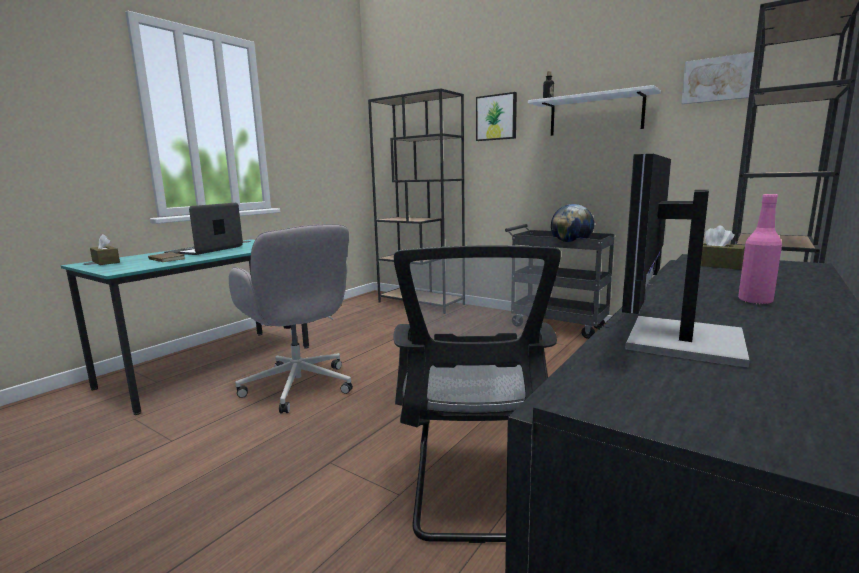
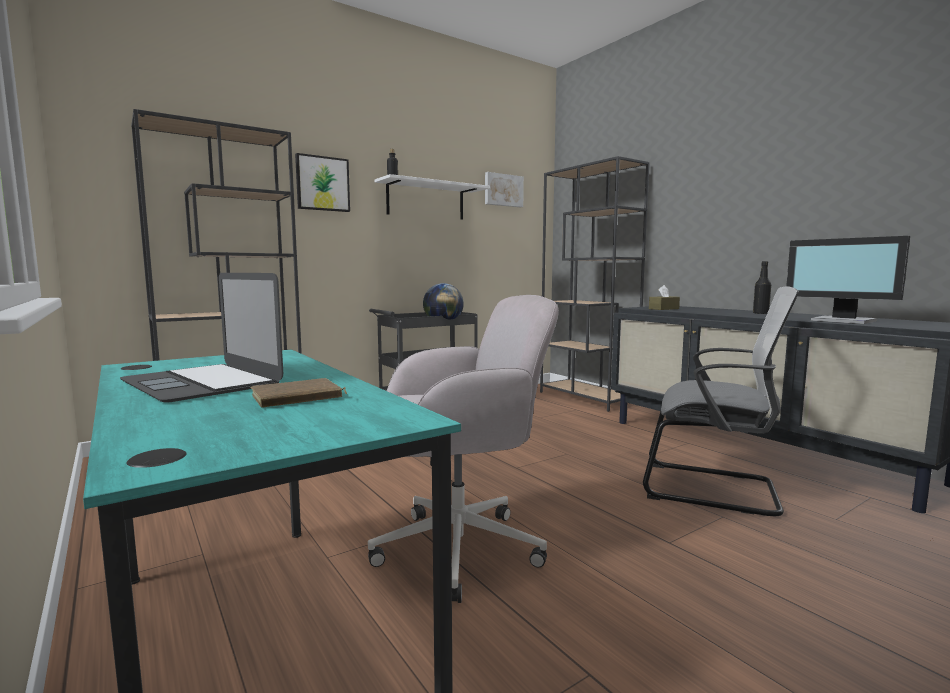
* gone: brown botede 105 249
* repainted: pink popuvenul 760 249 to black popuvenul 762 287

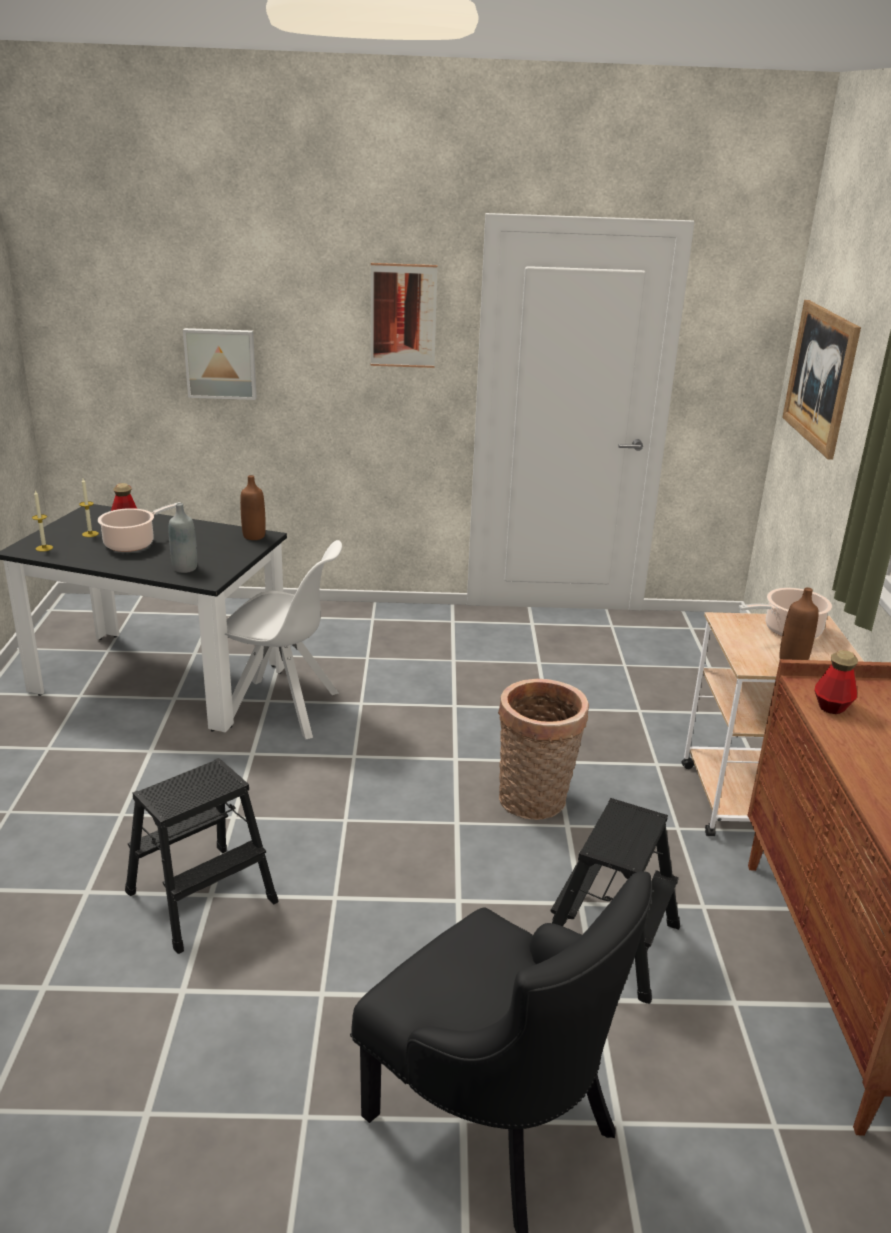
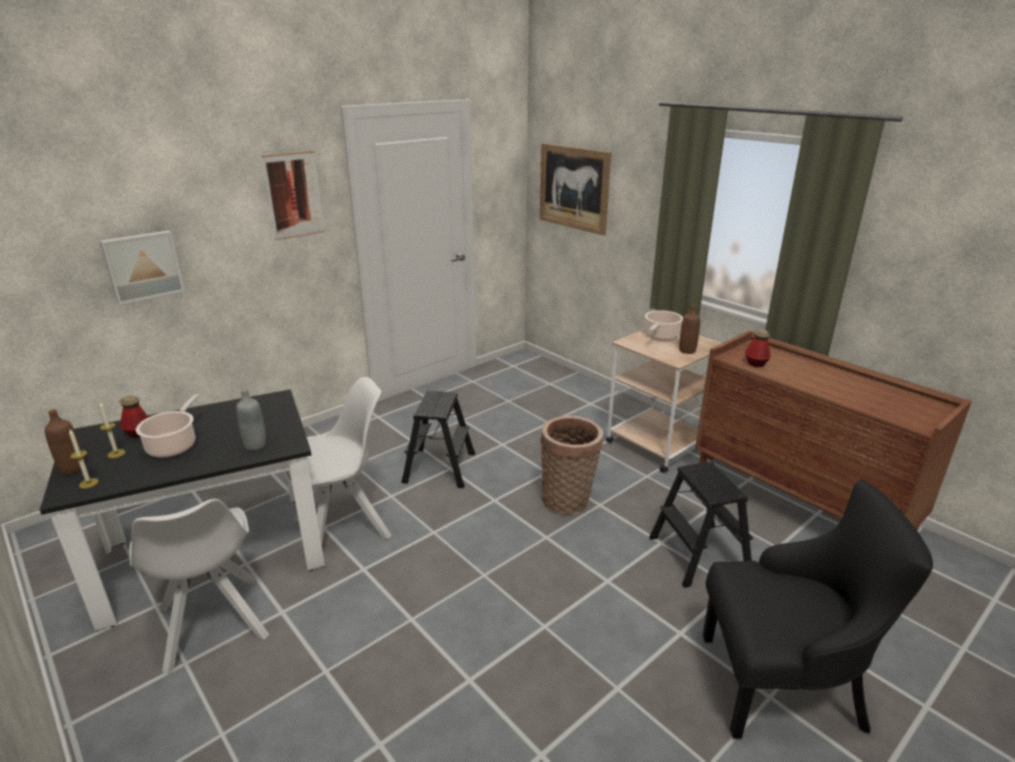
* shifted: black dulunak 202 856 to 438 439
* shifted: brown popuvenul 253 507 to 65 441
* new: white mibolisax 199 586

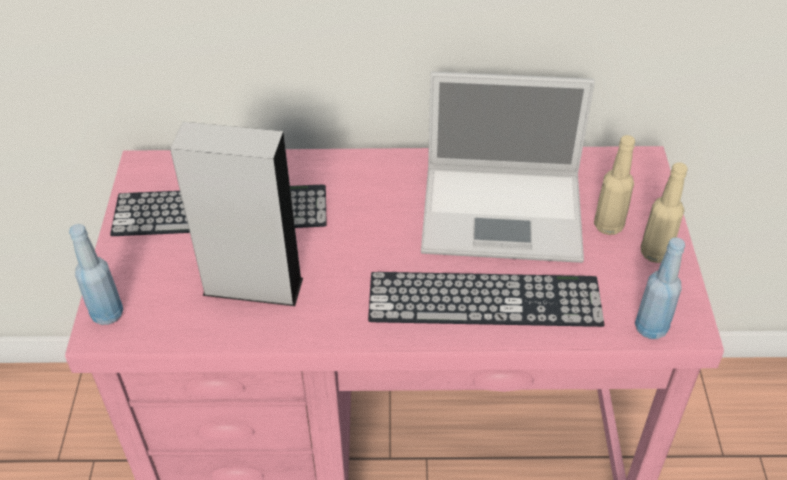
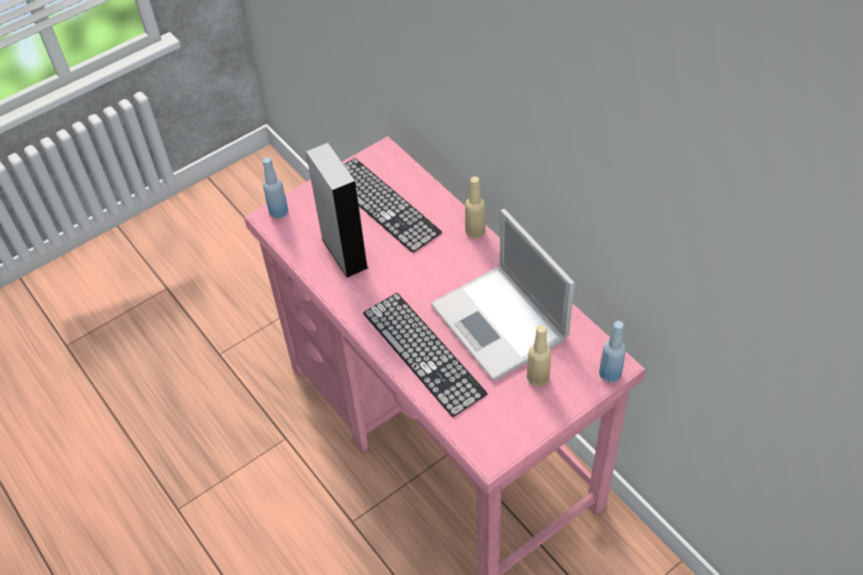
* shifted: blue popuvenul 660 288 to 612 351
* shifted: beige popuvenul 664 212 to 475 207

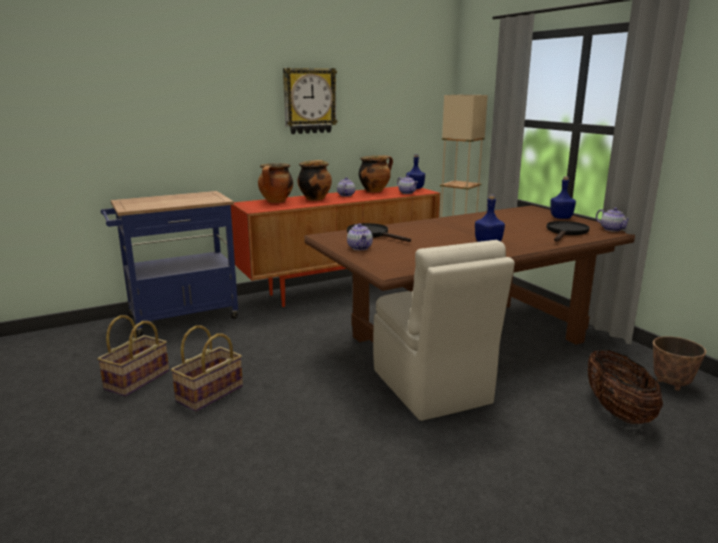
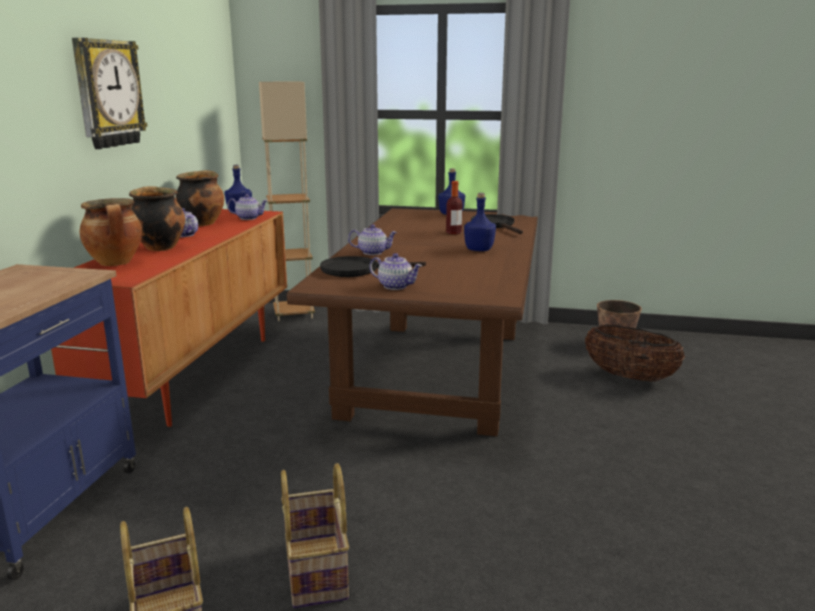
* gone: beige mibolisax 444 330
* shifted: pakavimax 612 220 to 372 239
* new: popuvenul 454 207

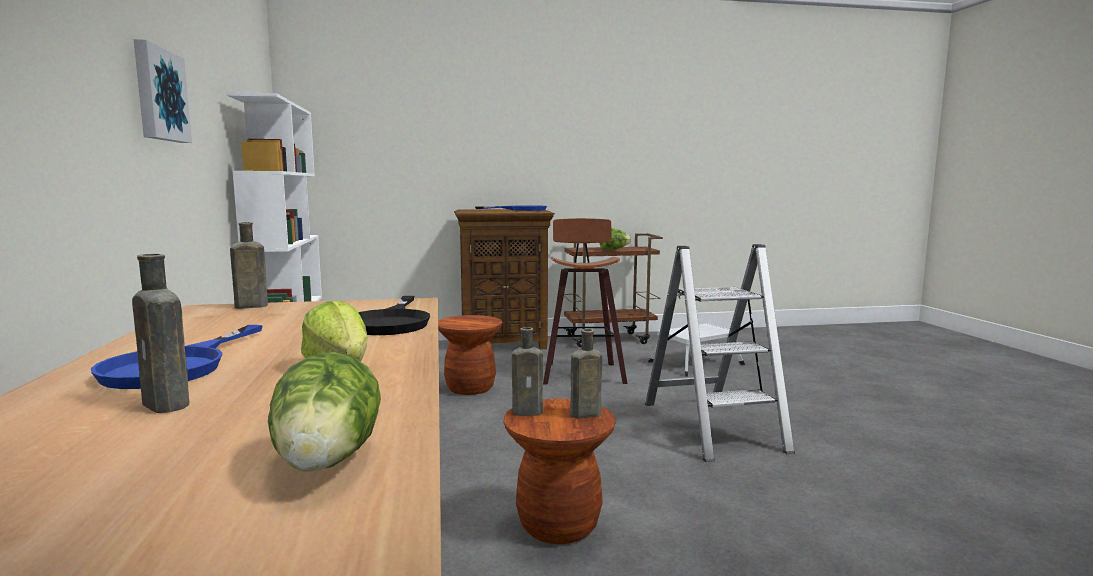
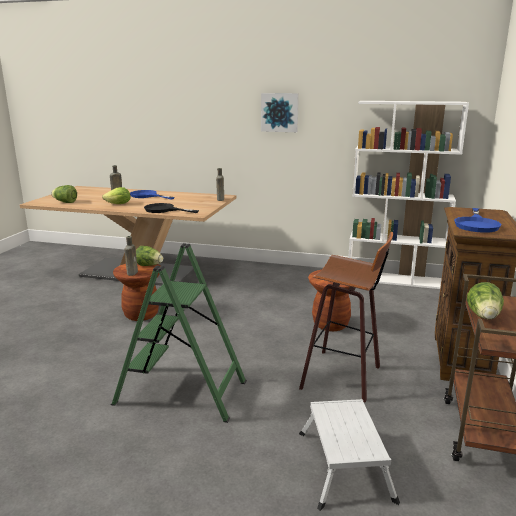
* swapped: brown popuvenul 527 371 to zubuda 149 256
* repainted: grey dulunak 720 353 to green dulunak 179 333

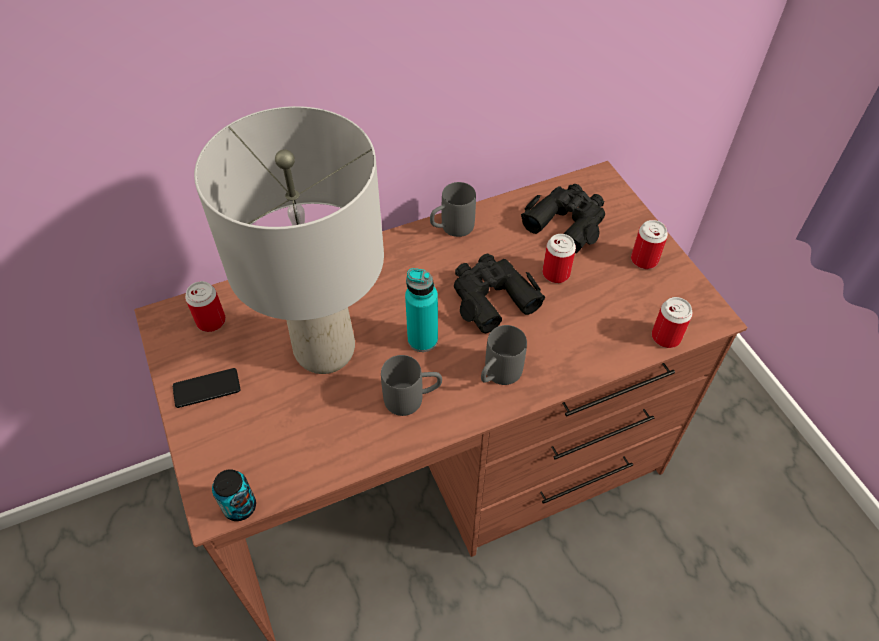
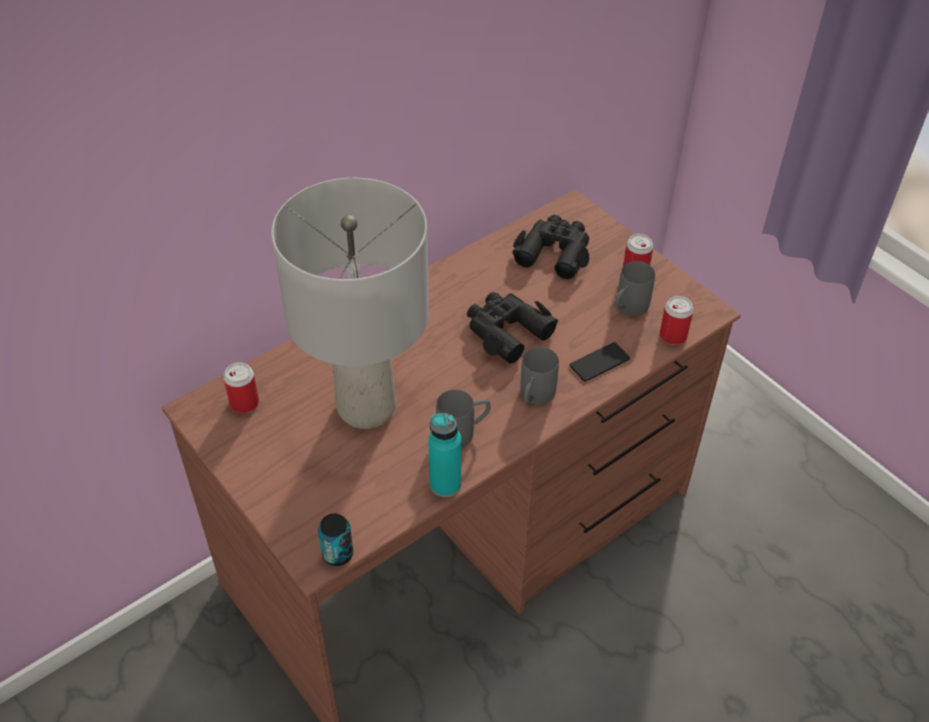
* shifted: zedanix 206 388 to 600 361
* shifted: turquoise popuvenul 421 310 to 445 455
* shifted: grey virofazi 453 209 to 635 288
* gone: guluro 559 258

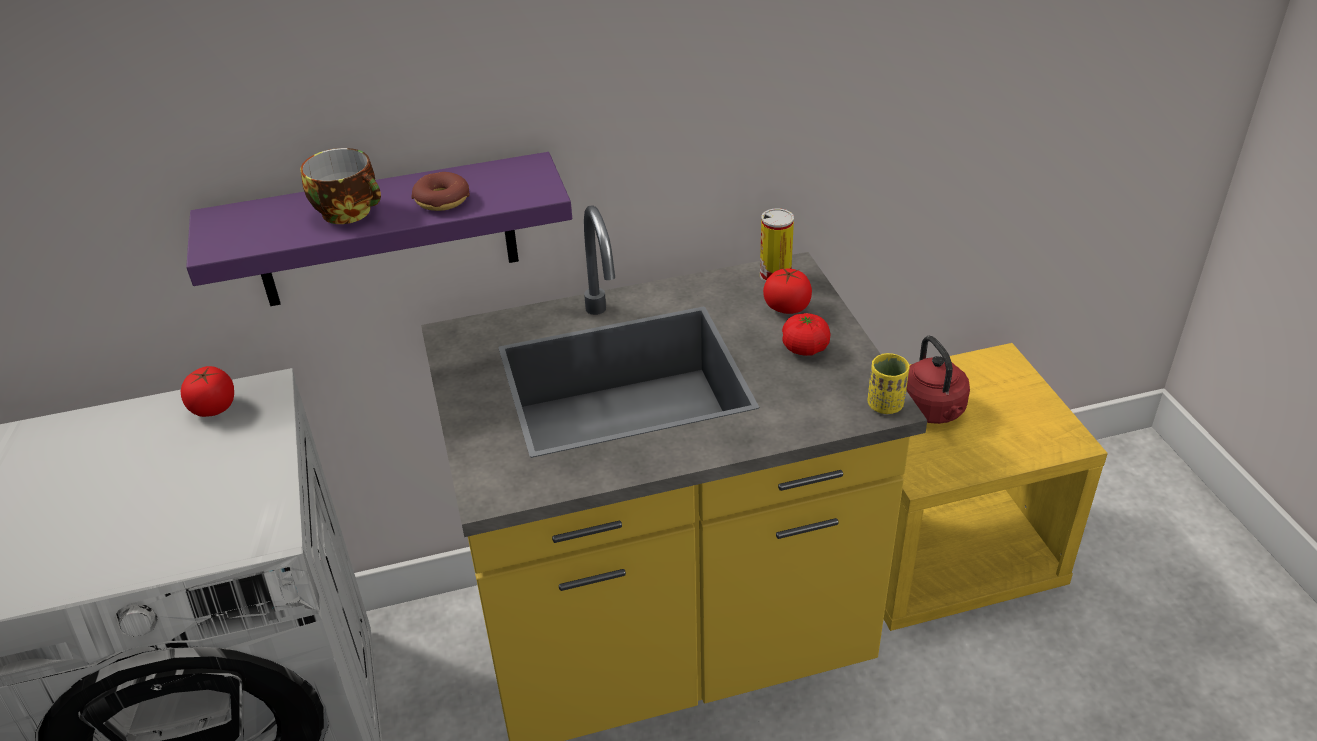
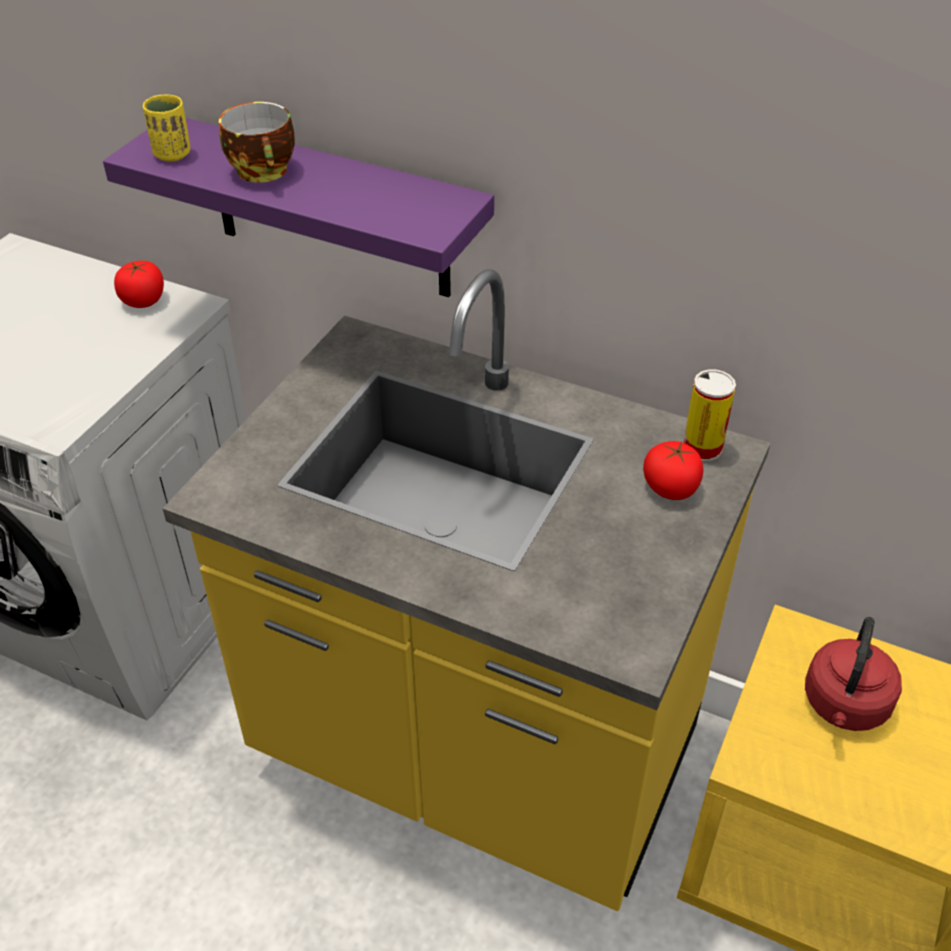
* gone: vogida 440 191
* gone: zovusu 806 334
* shifted: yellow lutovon 888 383 to 167 128

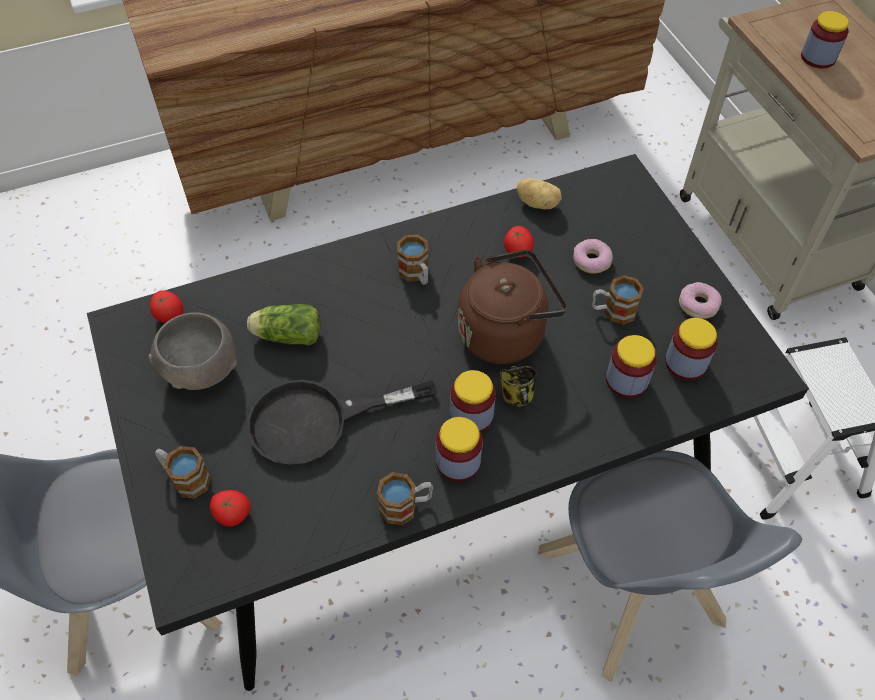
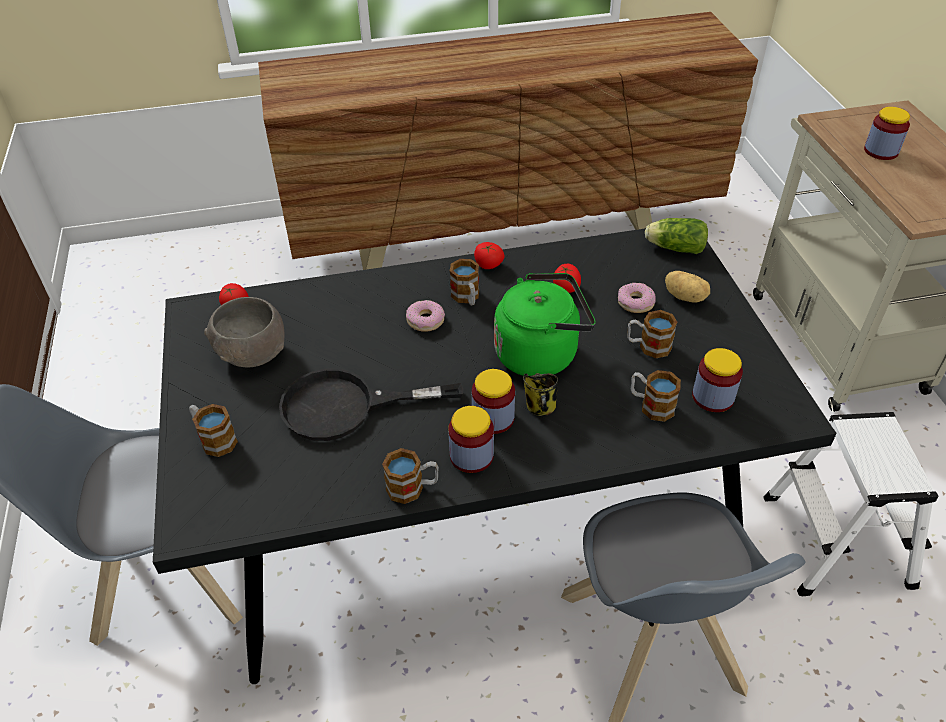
* shifted: zovusu 230 508 to 489 255
* shifted: zubuda 283 325 to 676 236
* repainted: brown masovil 512 306 to green masovil 545 324
* shifted: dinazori 539 193 to 687 287
* swapped: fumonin 631 366 to virofazi 656 396
* shifted: vogida 700 300 to 425 316

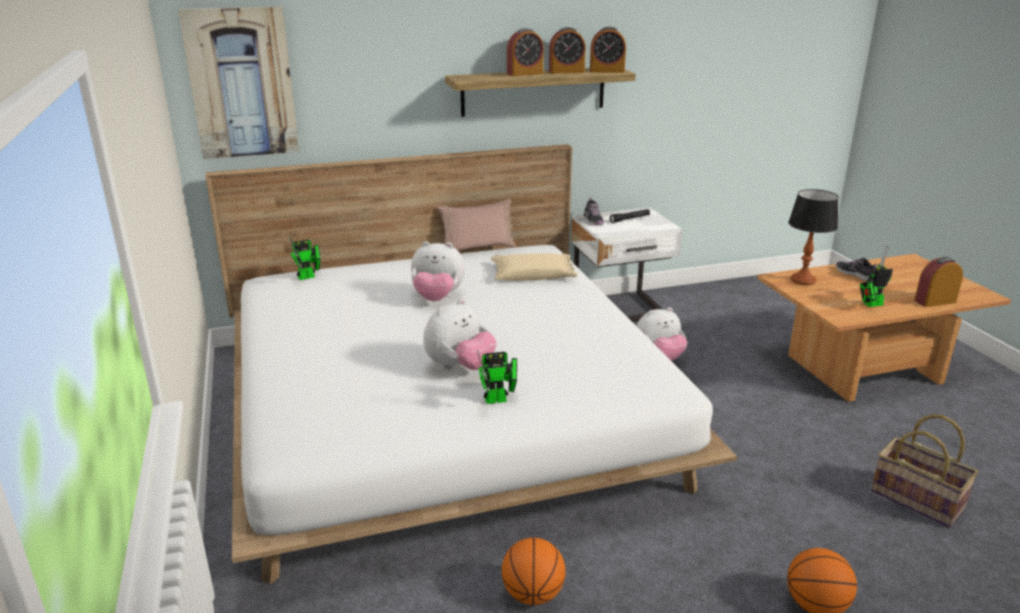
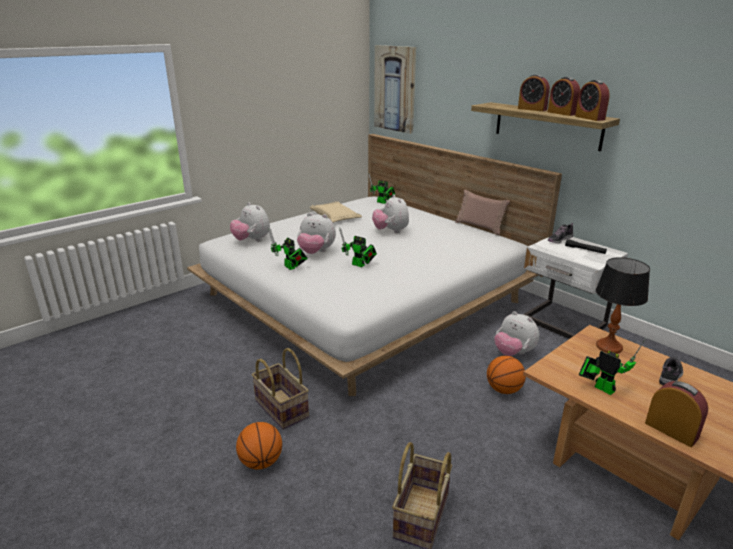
* shifted: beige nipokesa 534 267 to 336 212
* shifted: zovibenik 534 571 to 506 375
* new: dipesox 250 221
* new: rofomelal 280 389
* new: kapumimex 358 247

